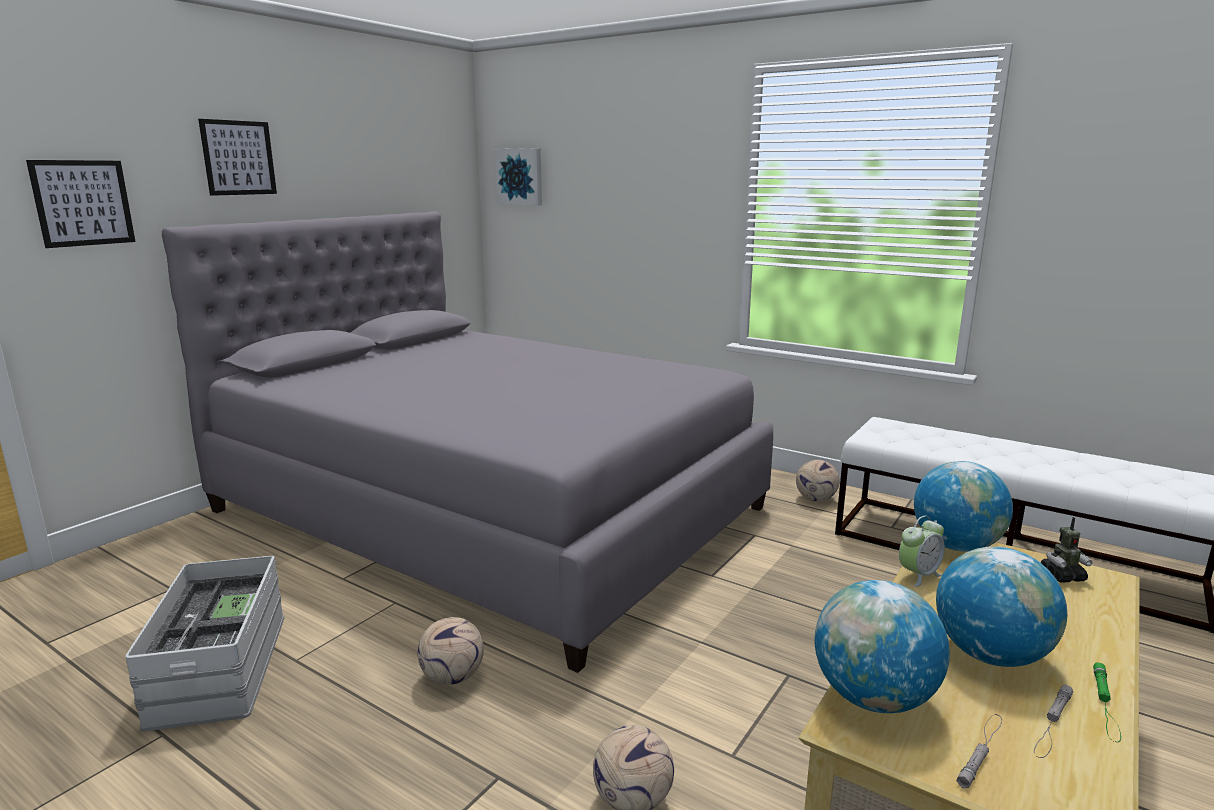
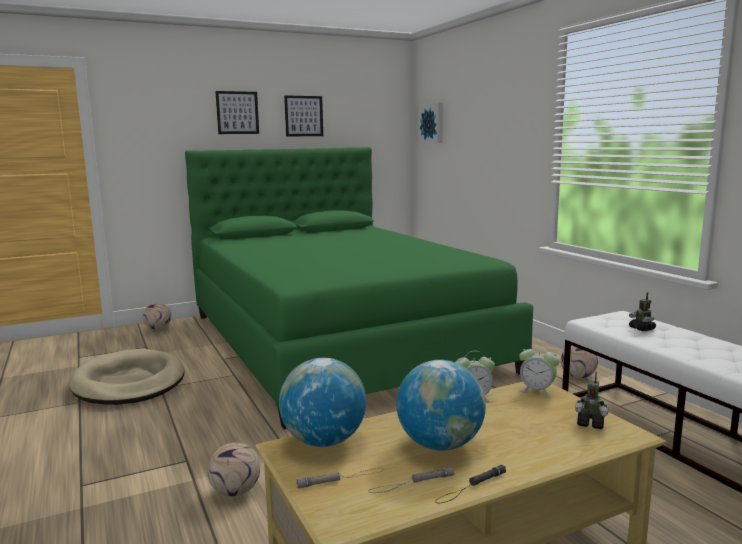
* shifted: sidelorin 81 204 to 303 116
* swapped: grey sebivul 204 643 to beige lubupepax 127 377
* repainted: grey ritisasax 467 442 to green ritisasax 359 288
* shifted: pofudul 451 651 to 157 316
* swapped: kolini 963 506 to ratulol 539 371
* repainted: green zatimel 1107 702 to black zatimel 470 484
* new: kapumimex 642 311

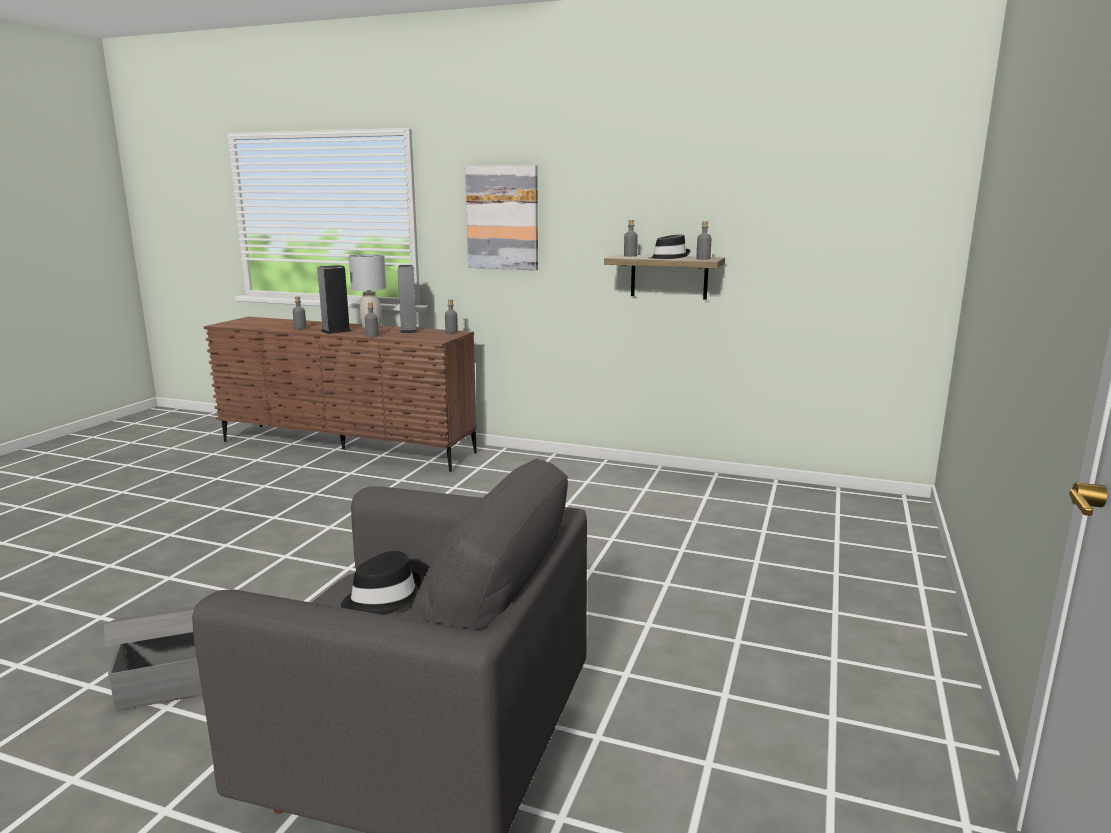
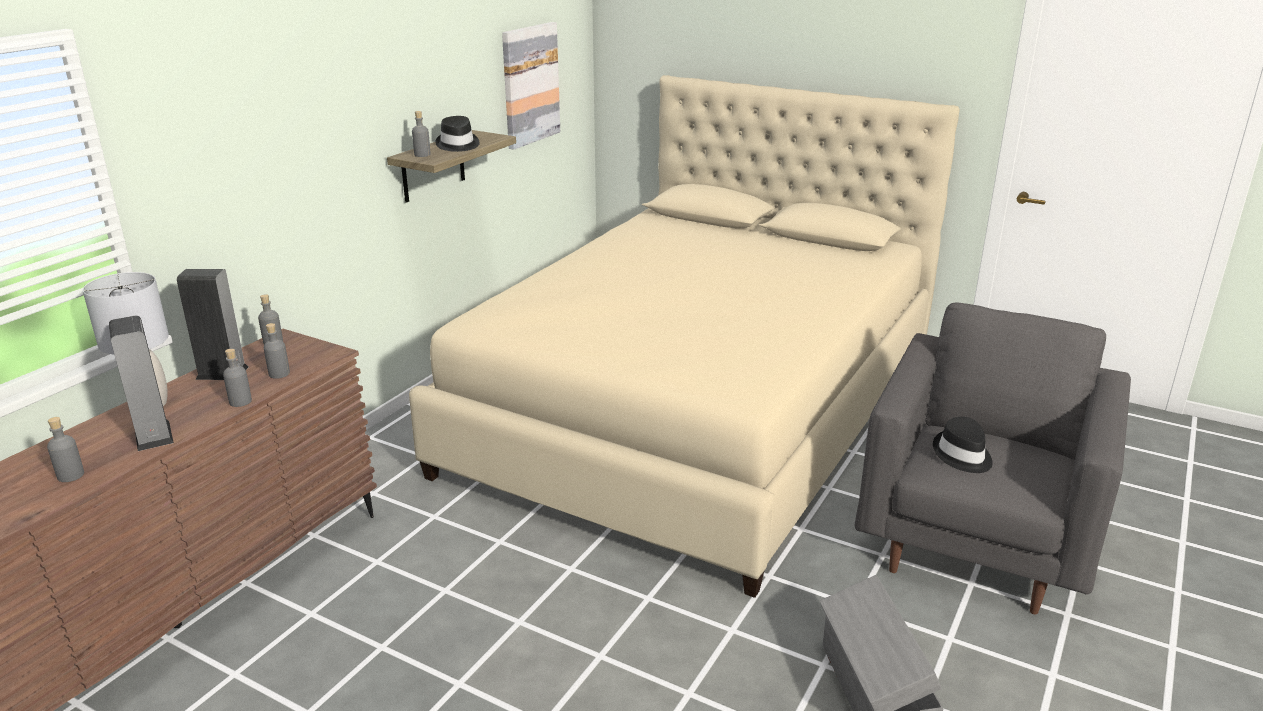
* shifted: sidelorin 501 217 to 531 86
* shifted: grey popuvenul 704 240 to 277 351
* new: beige ritisasax 684 336

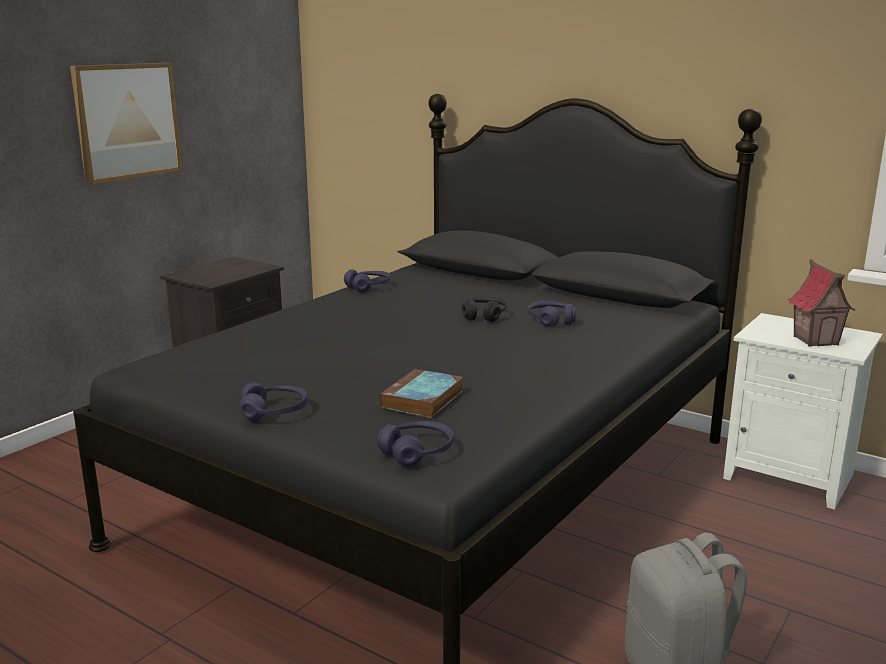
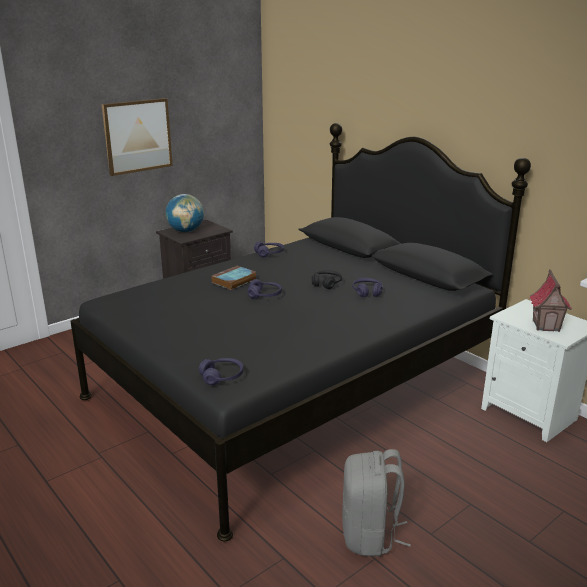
* shifted: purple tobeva 273 401 to 264 289
* shifted: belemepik 421 393 to 233 277
* new: kolini 185 213

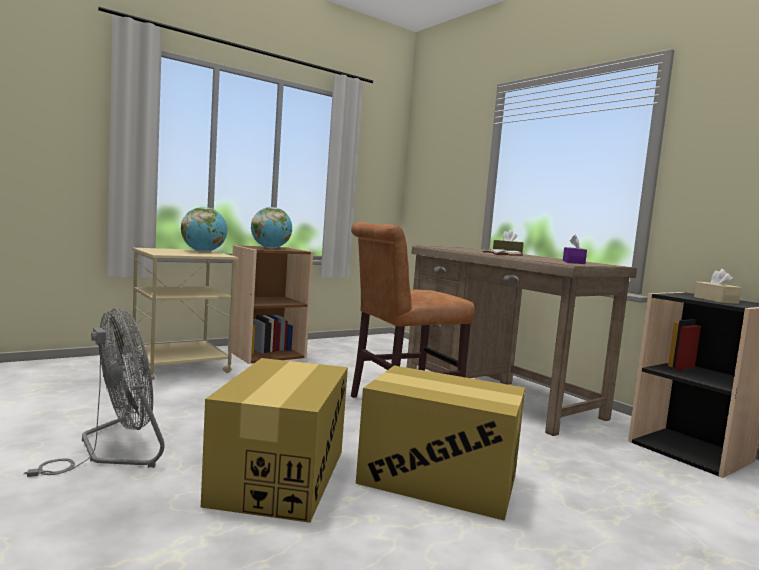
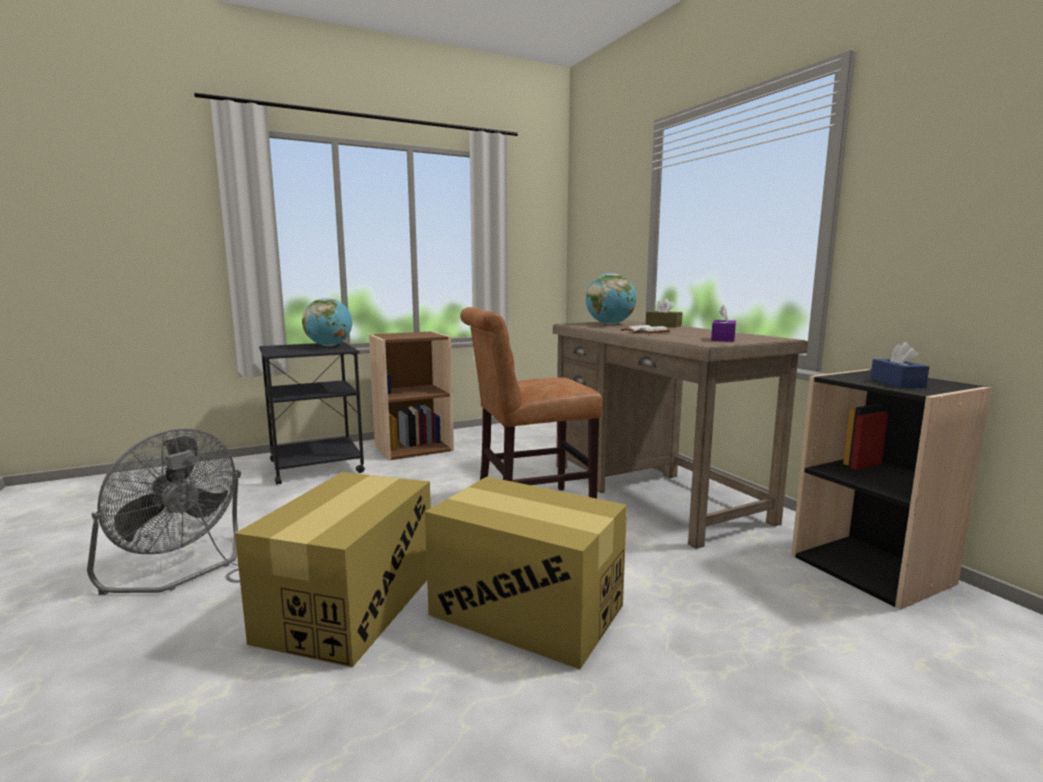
* rotated: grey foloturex 94 392 = 164 512 120 degrees counterclockwise
* repainted: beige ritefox 184 314 to black ritefox 312 413
* shifted: kolini 271 228 to 611 299
* repainted: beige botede 718 286 to blue botede 899 365

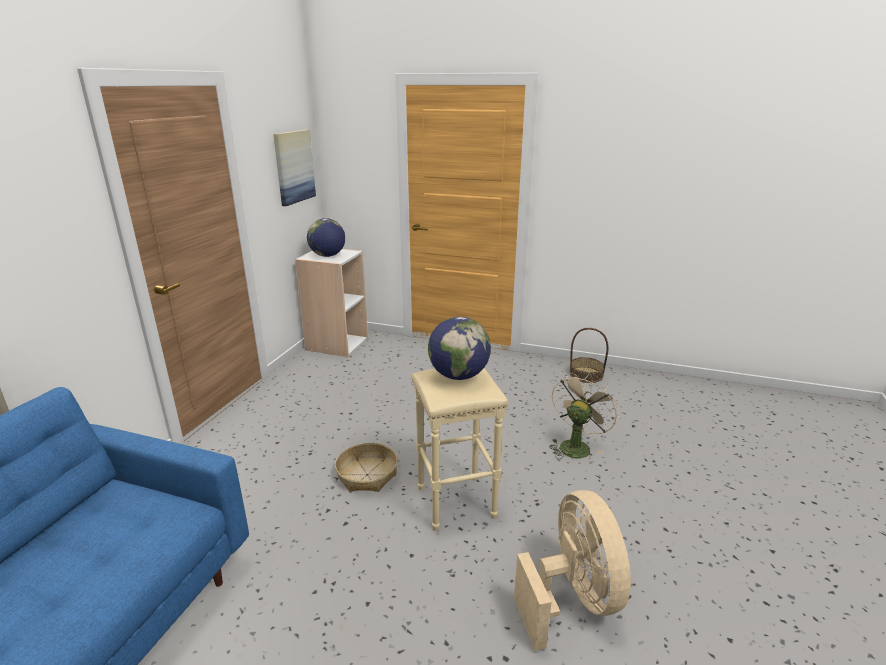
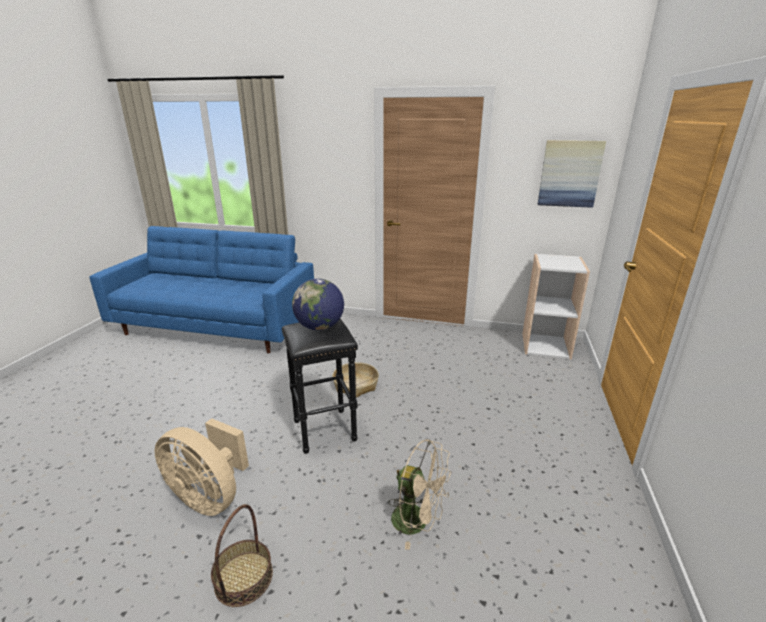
* gone: kolini 326 237
* repainted: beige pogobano 460 449 to black pogobano 320 386
* rotated: beige foloturex 572 570 = 202 467 45 degrees clockwise
* shifted: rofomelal 589 355 to 242 555

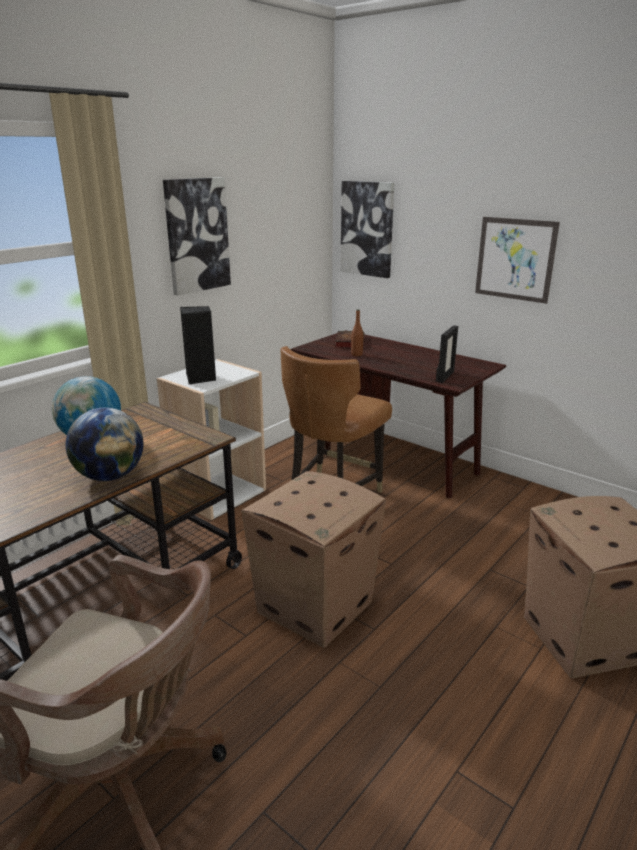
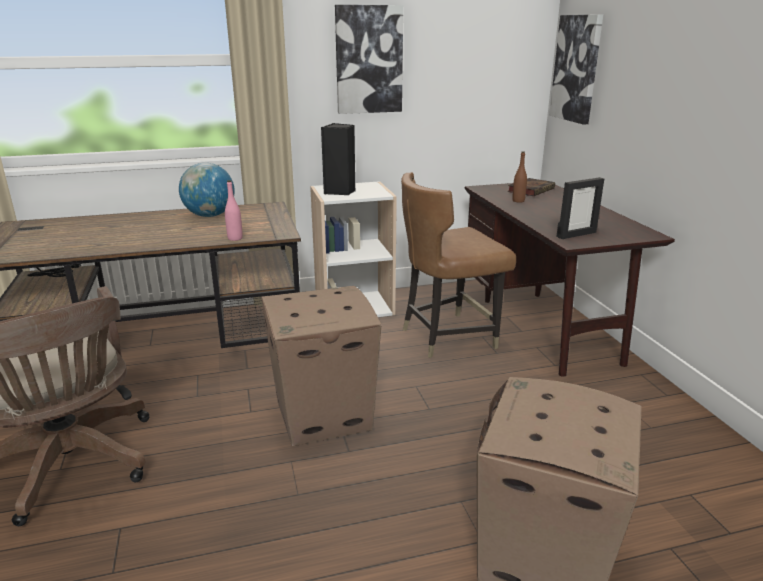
* gone: kolini 104 444
* gone: sidelorin 517 260
* new: pink popuvenul 234 210

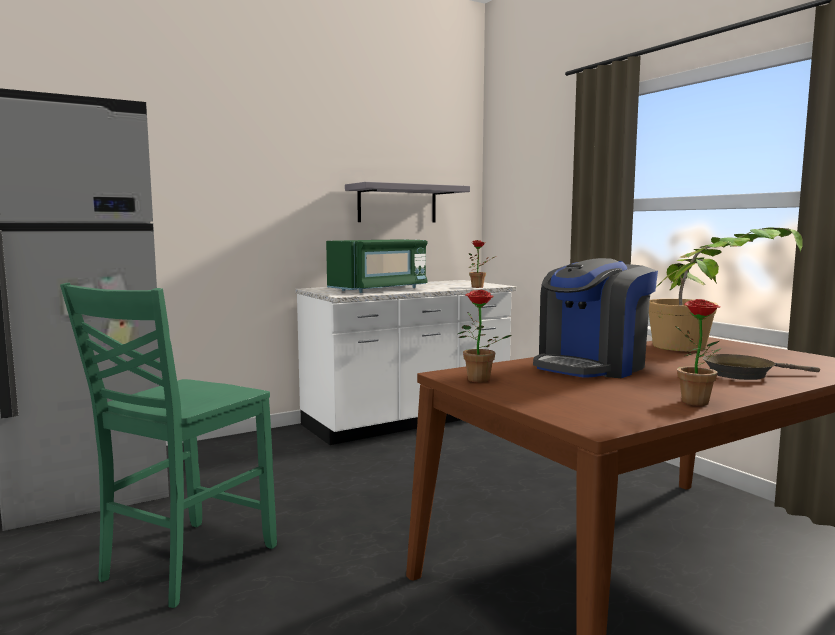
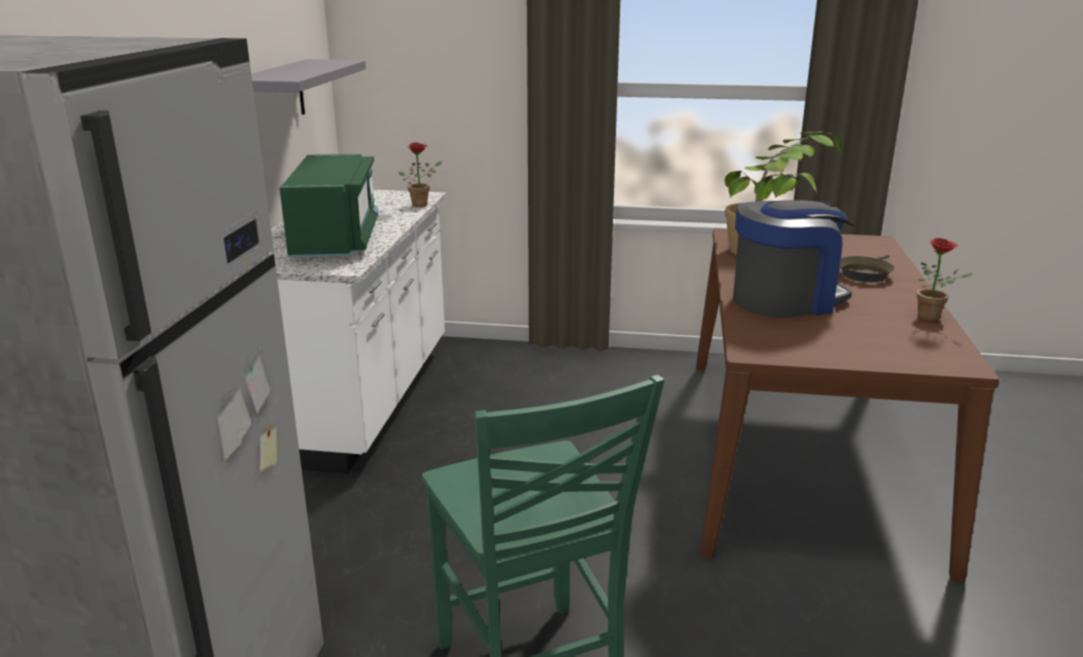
* gone: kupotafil 484 336
* rotated: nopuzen 595 318 = 794 259 105 degrees counterclockwise

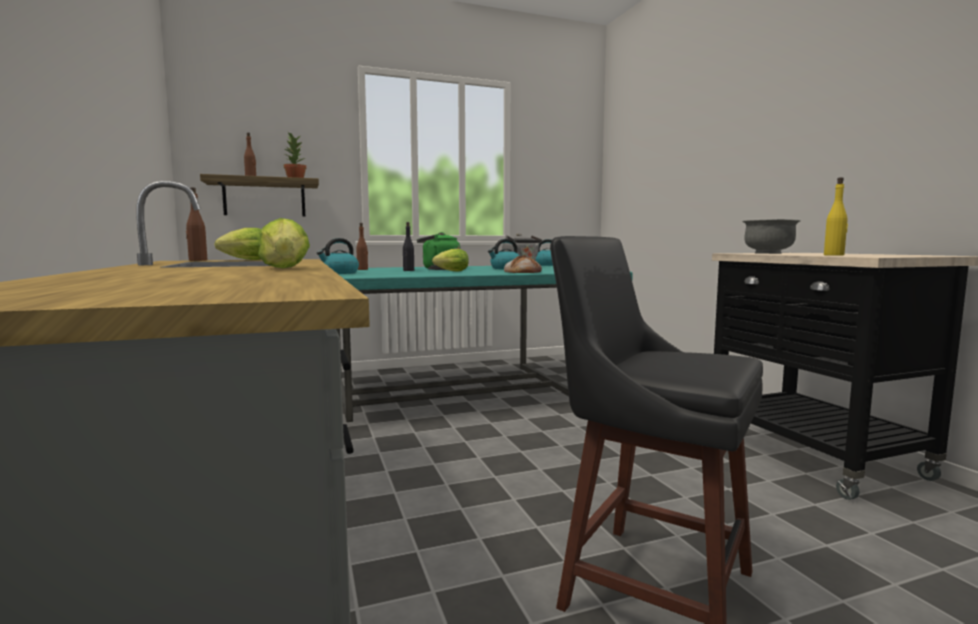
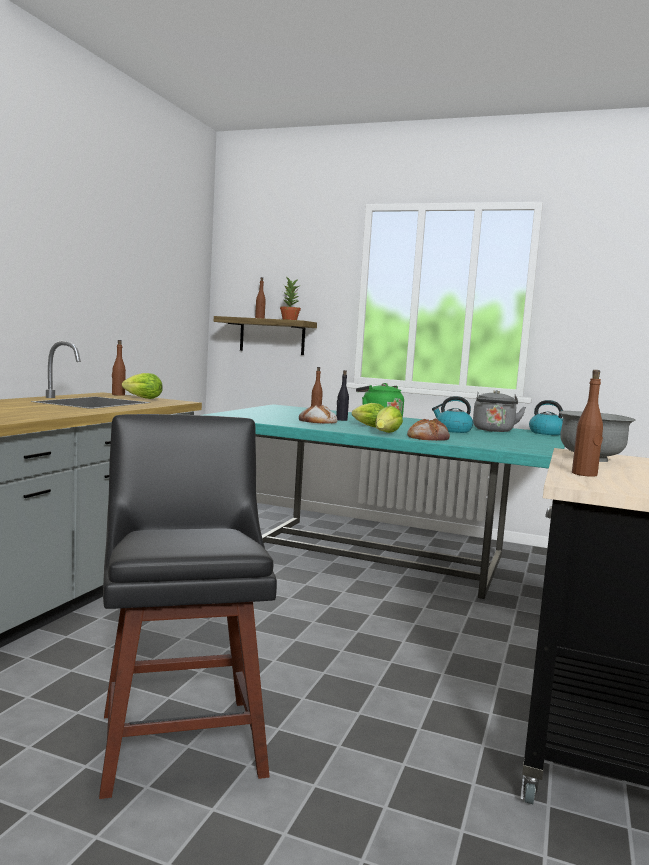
* shifted: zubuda 284 243 to 389 419
* gone: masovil 338 256
* repainted: yellow popuvenul 836 216 to brown popuvenul 587 423
* new: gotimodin 318 414

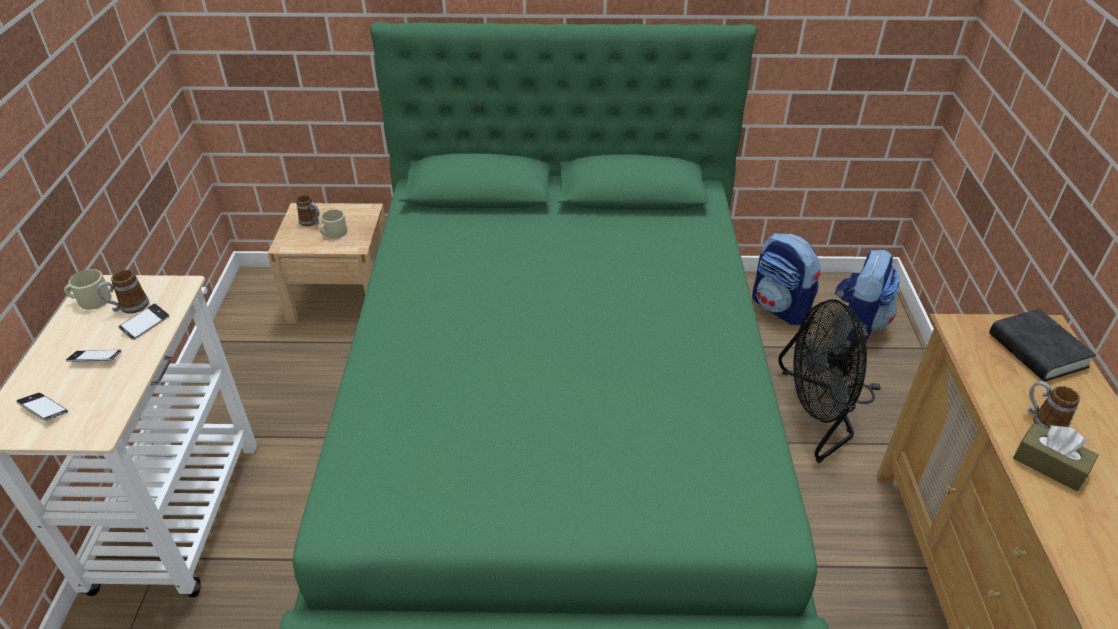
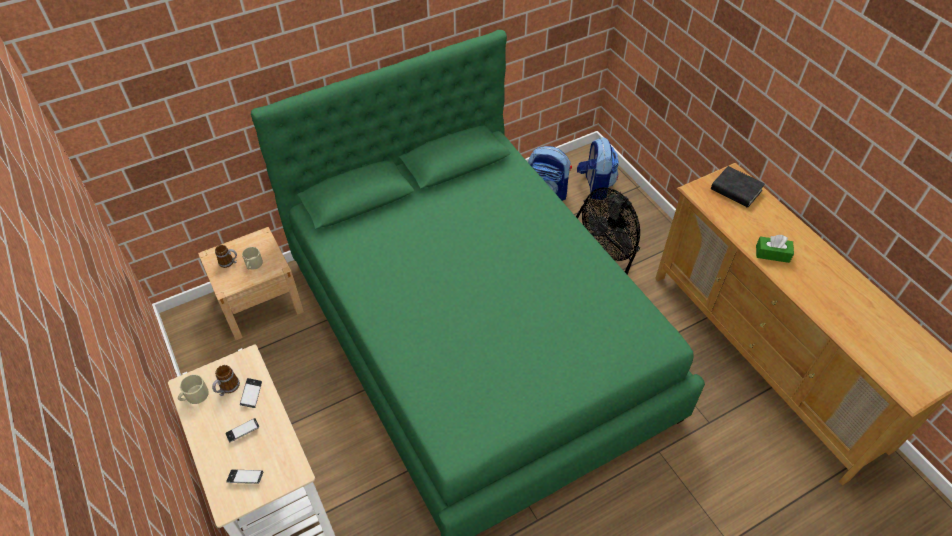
* repainted: brown botede 1056 457 to green botede 775 249
* gone: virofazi 1054 405

